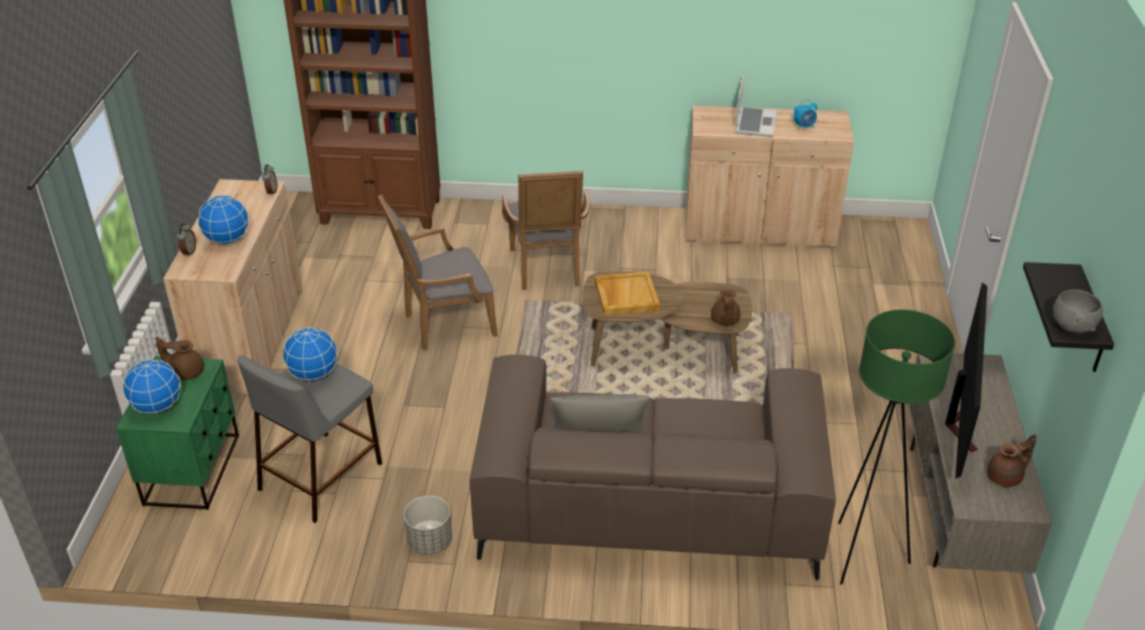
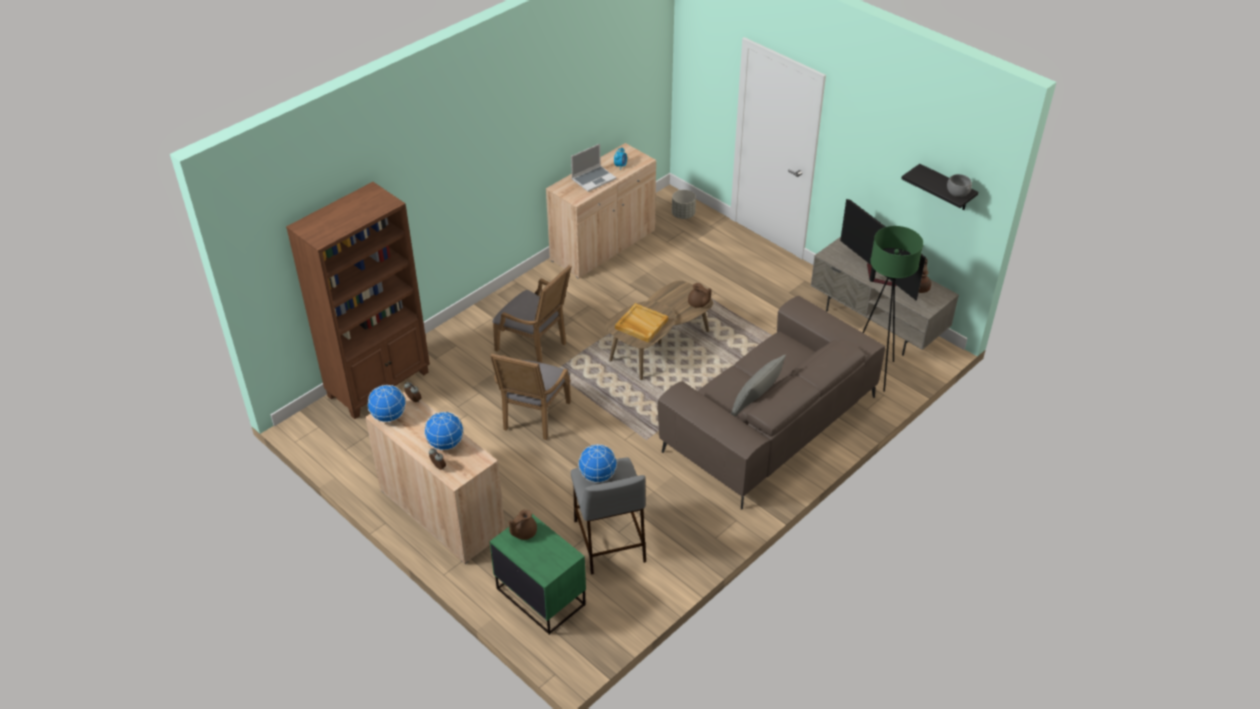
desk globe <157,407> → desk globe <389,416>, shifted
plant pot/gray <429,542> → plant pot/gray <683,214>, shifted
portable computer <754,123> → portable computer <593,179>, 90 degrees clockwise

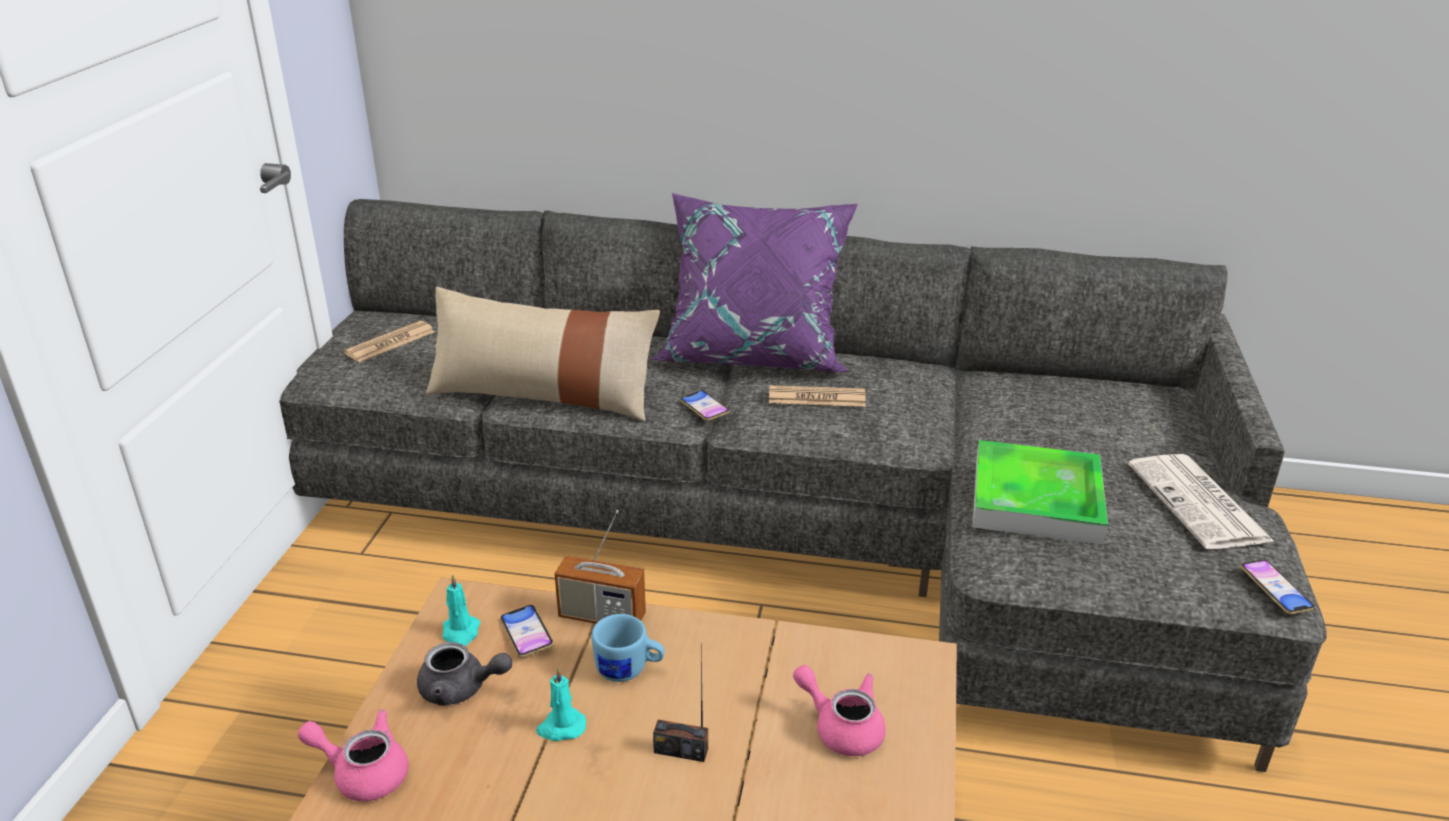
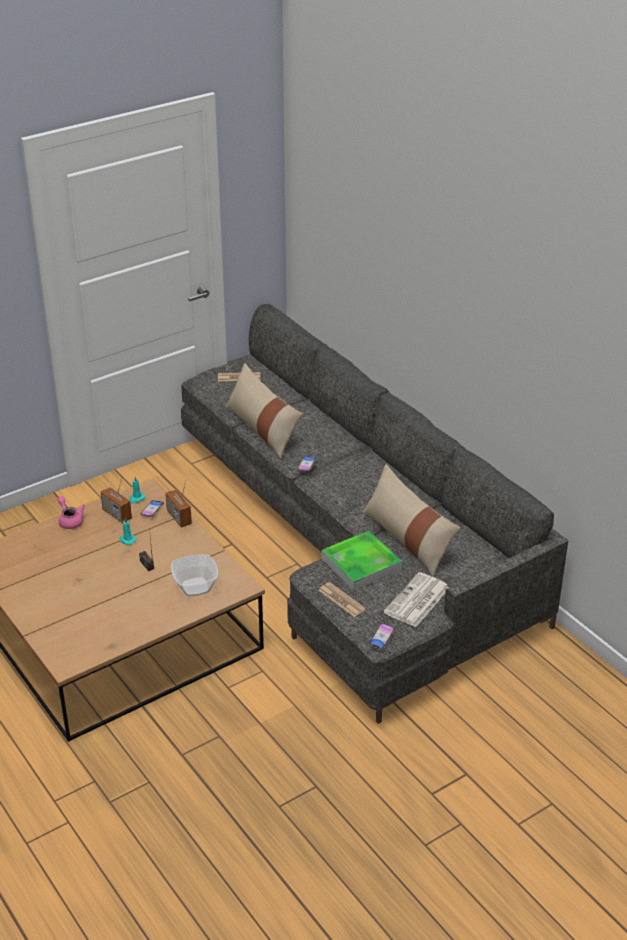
tea mug/blue <629,670> → -
throw pillow/purple <754,352> → -
- → throw pillow/beige <408,539>
newspaper <816,398> → newspaper <341,600>, shifted
pot for tea/gray <461,689> → radio set <117,514>
pot for tea/pink-coloured <841,727> → bowl <195,587>

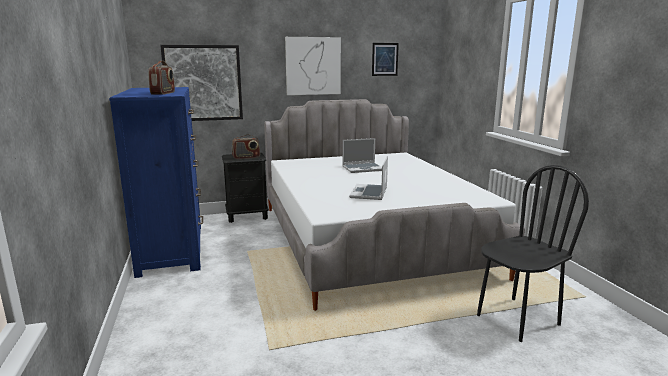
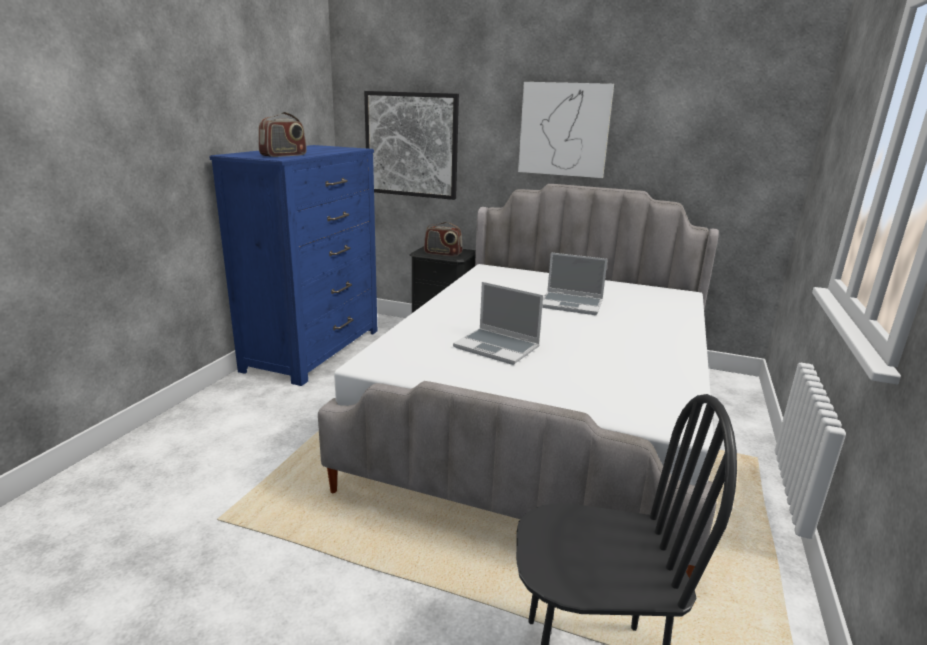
picture <385,59> → -
portable computer <369,193> → portable computer <498,347>, 105 degrees counterclockwise

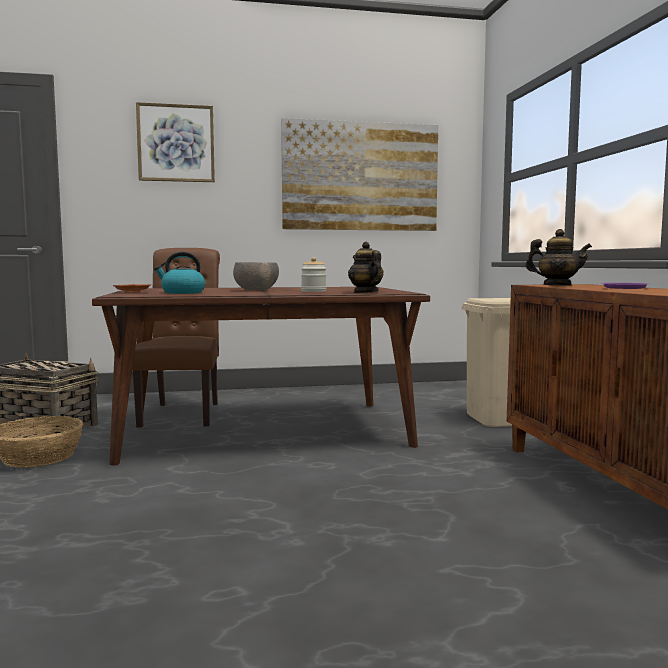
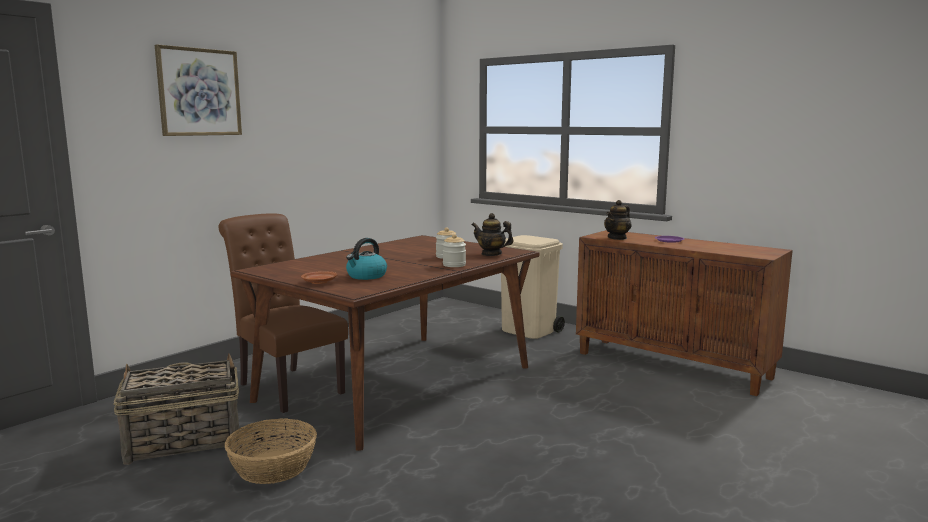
bowl/gray <256,290> → -
picture <360,177> → -
- → storage jar <454,265>
pot for tea <557,285> → pot for tea <617,238>, 150 degrees clockwise

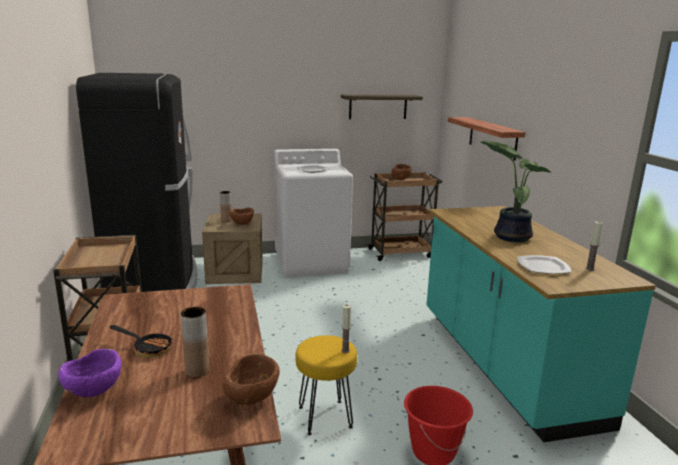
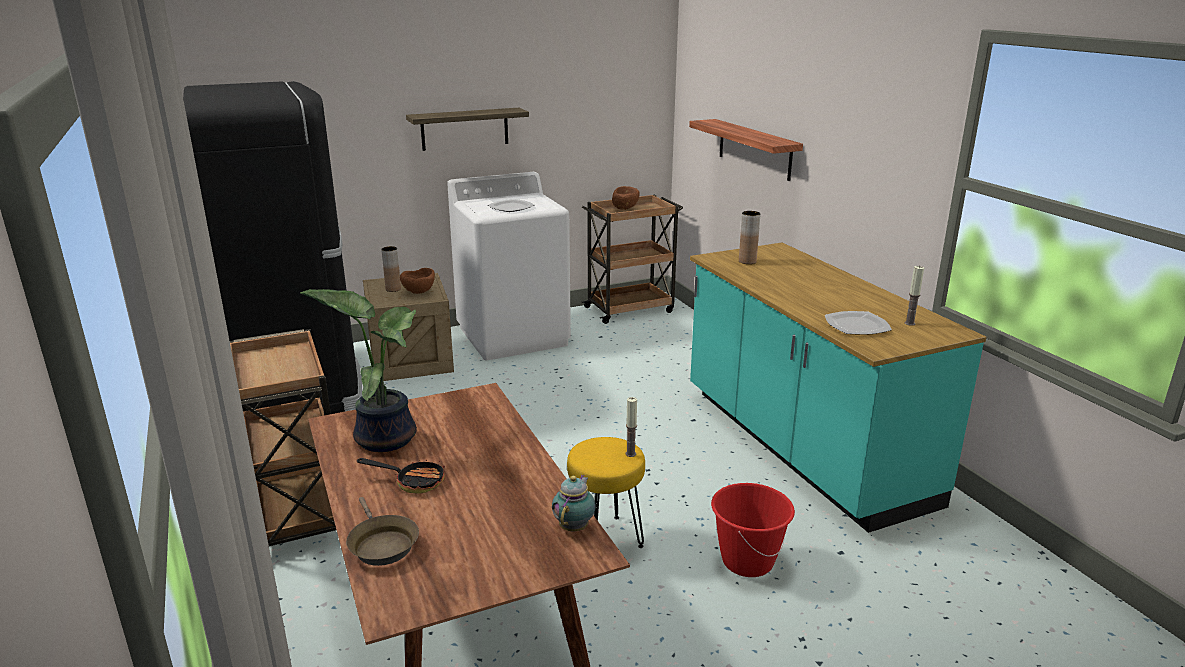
flower vase/brown <197,371> → flower vase/brown <747,261>, shifted
shelf <378,106> → shelf <465,129>, shifted
houseplant <510,236> → houseplant <384,437>, shifted
bowl/purple <94,393> → frying pan/brown <381,544>
bowl/brown <252,400> → pot for tea <575,526>

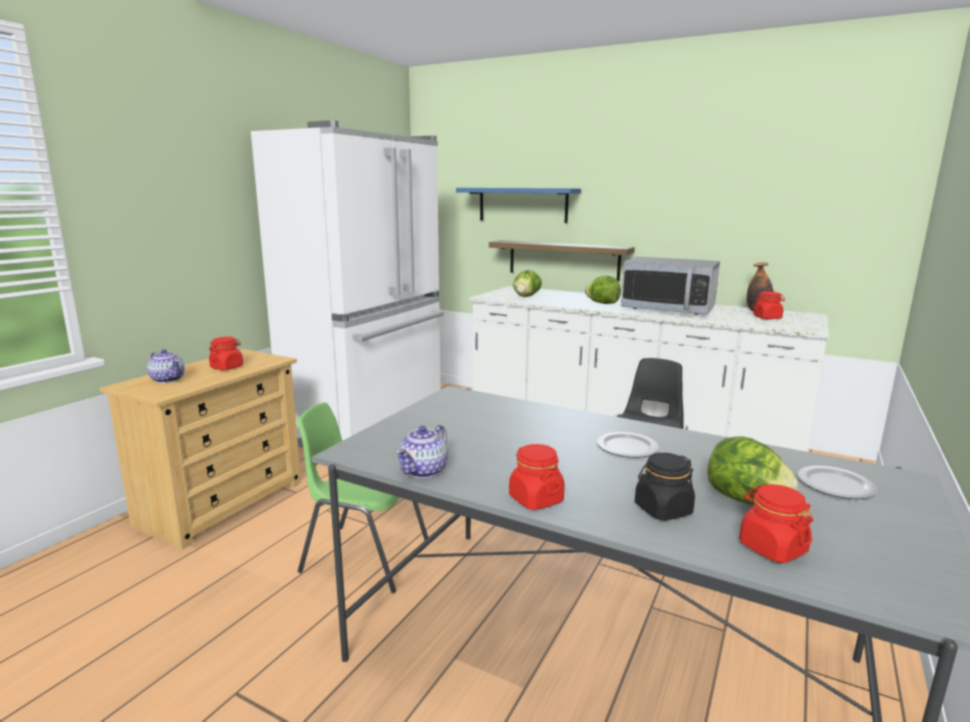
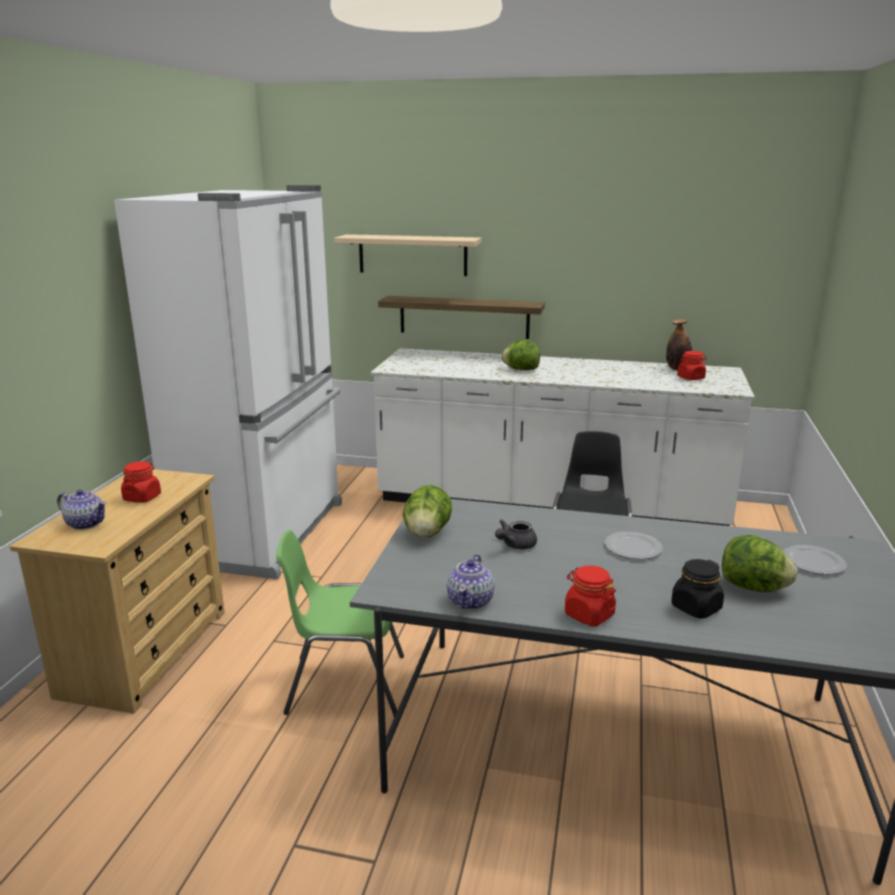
microwave <668,309> → -
storage jar/red-coloured <772,548> → -
- → pot for tea/gray <515,545>
lettuce head <526,296> → lettuce head <427,533>, shifted
shelf/blue <522,205> → shelf/beige <412,255>

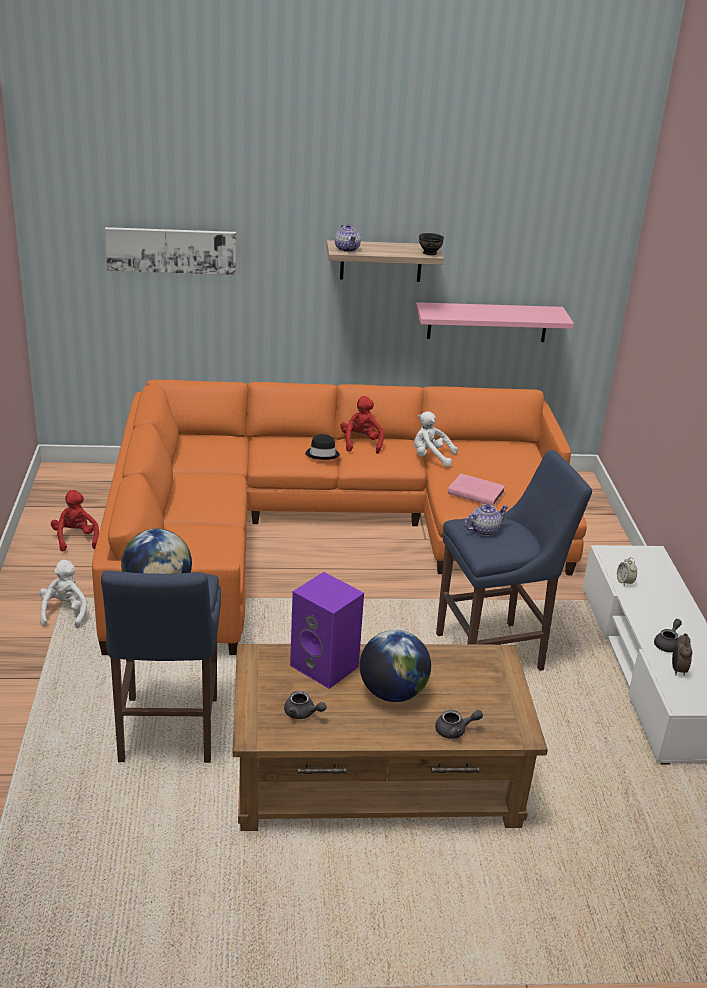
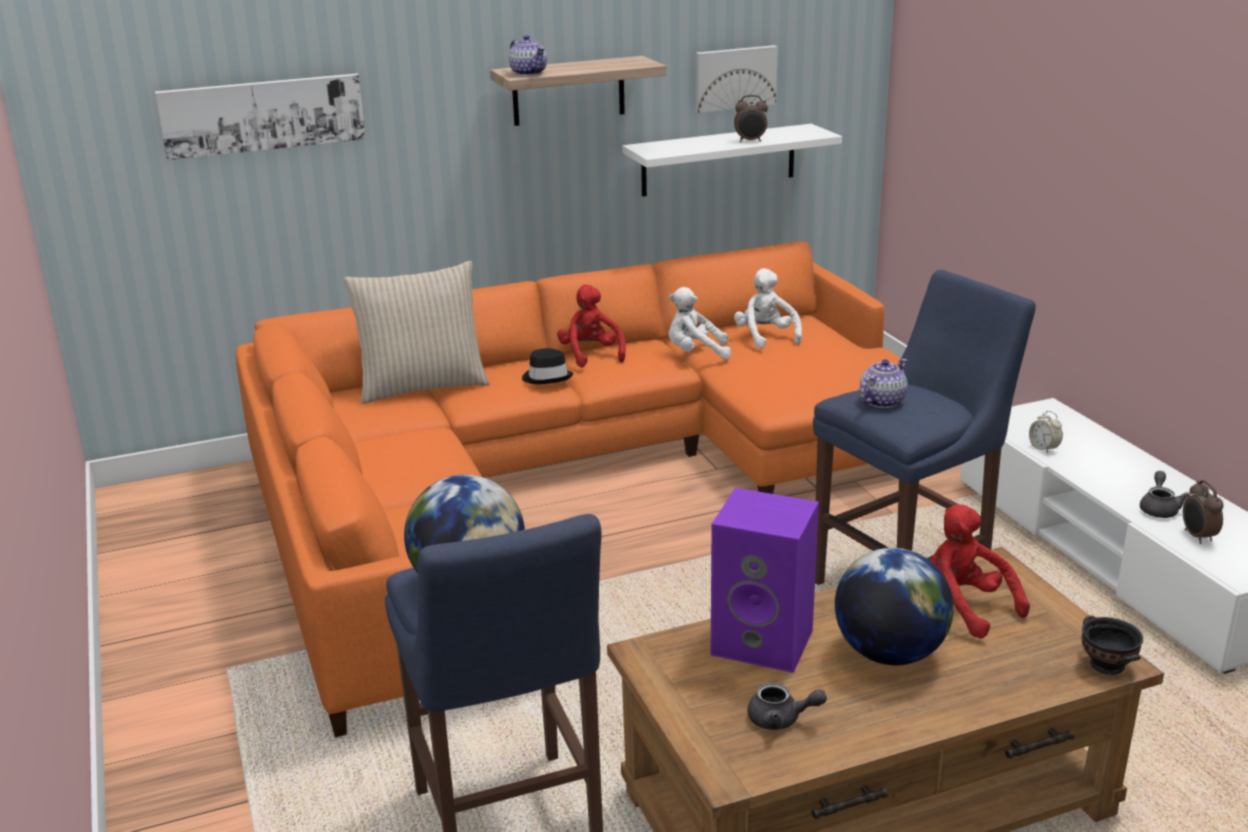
pot for tea/gray <455,731> → -
bound book/pink-coloured <474,493> → -
- → throw pillow/beige <422,386>
- → picture <734,78>
- → bedside clock <750,141>
cuddly toy/whitish <64,612> → cuddly toy/whitish <766,337>, shifted
cuddly toy/red-coloured <76,538> → cuddly toy/red-coloured <963,608>, shifted
bowl/blackish <429,253> → bowl/blackish <1107,666>, shifted
shelf/pink-coloured <487,322> → shelf/whitish <718,160>

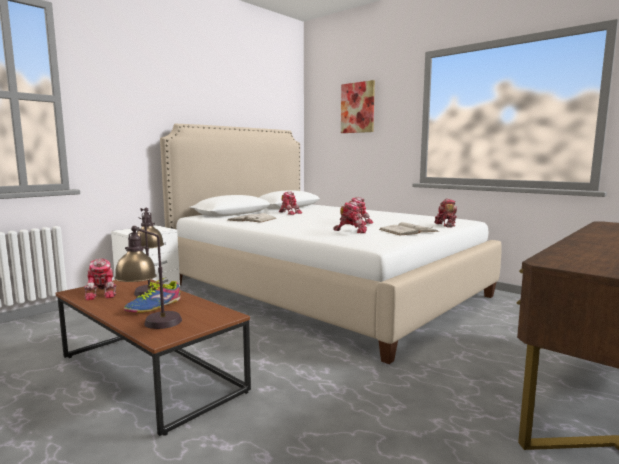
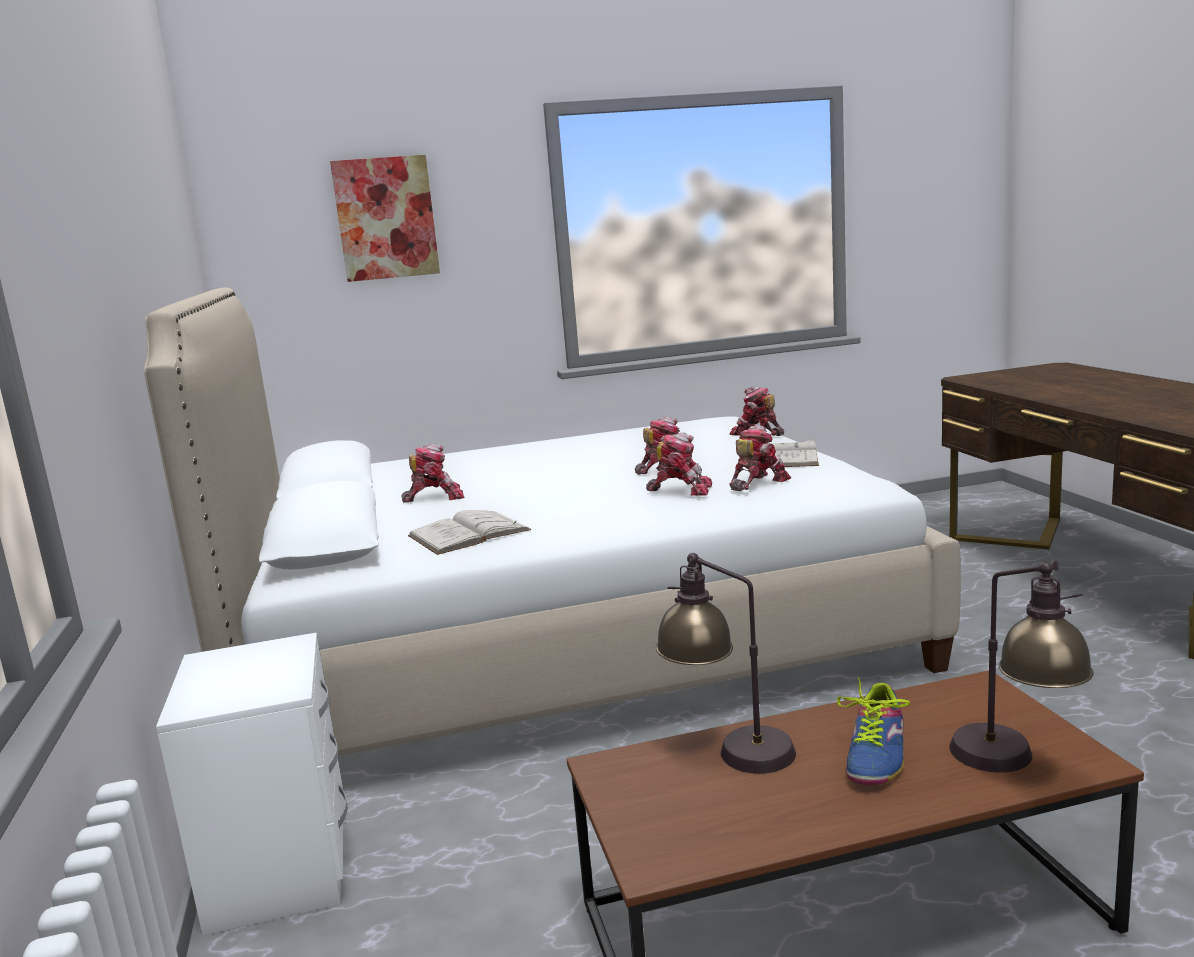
model robot <103,293> → model robot <681,489>, shifted
low shoe <154,306> → low shoe <876,753>, 45 degrees clockwise

